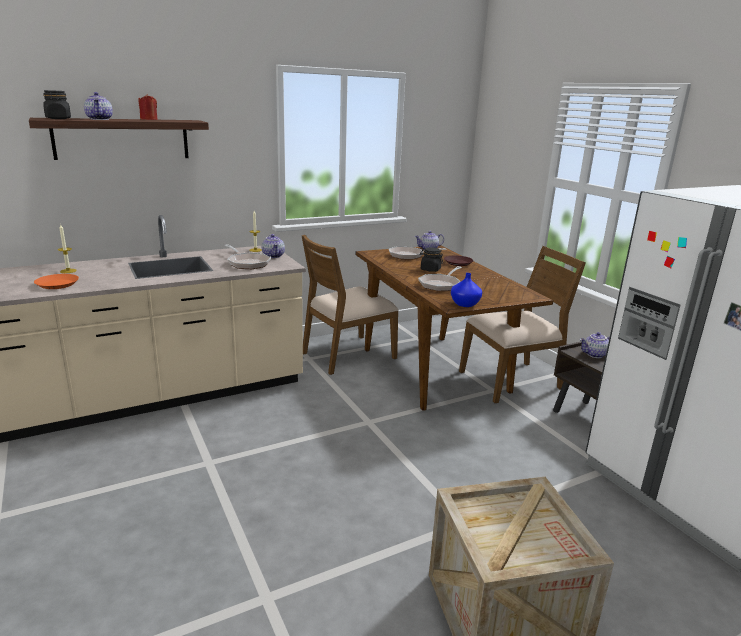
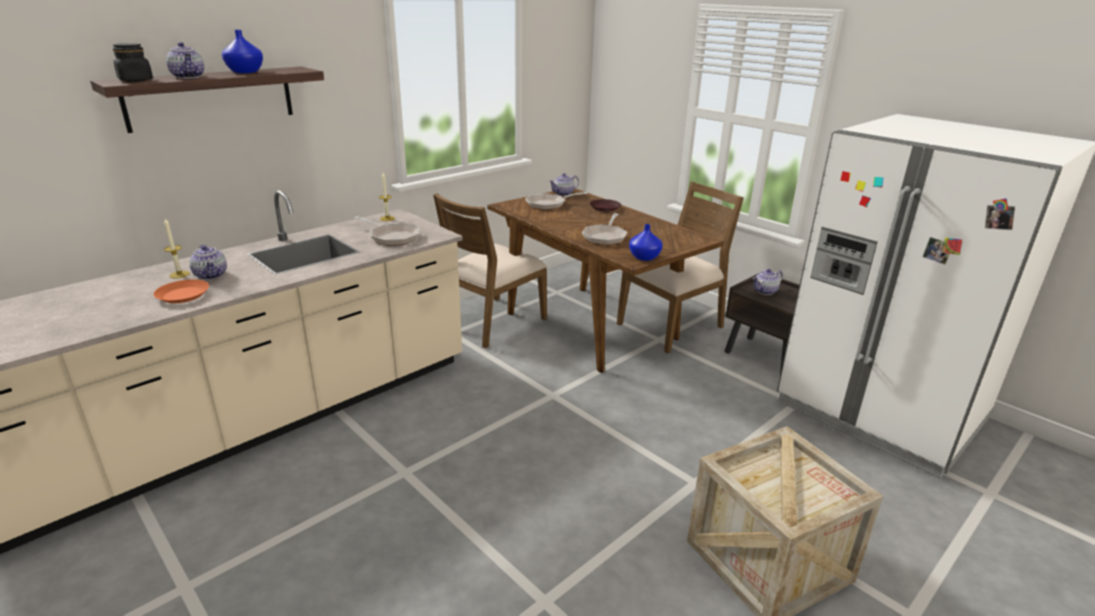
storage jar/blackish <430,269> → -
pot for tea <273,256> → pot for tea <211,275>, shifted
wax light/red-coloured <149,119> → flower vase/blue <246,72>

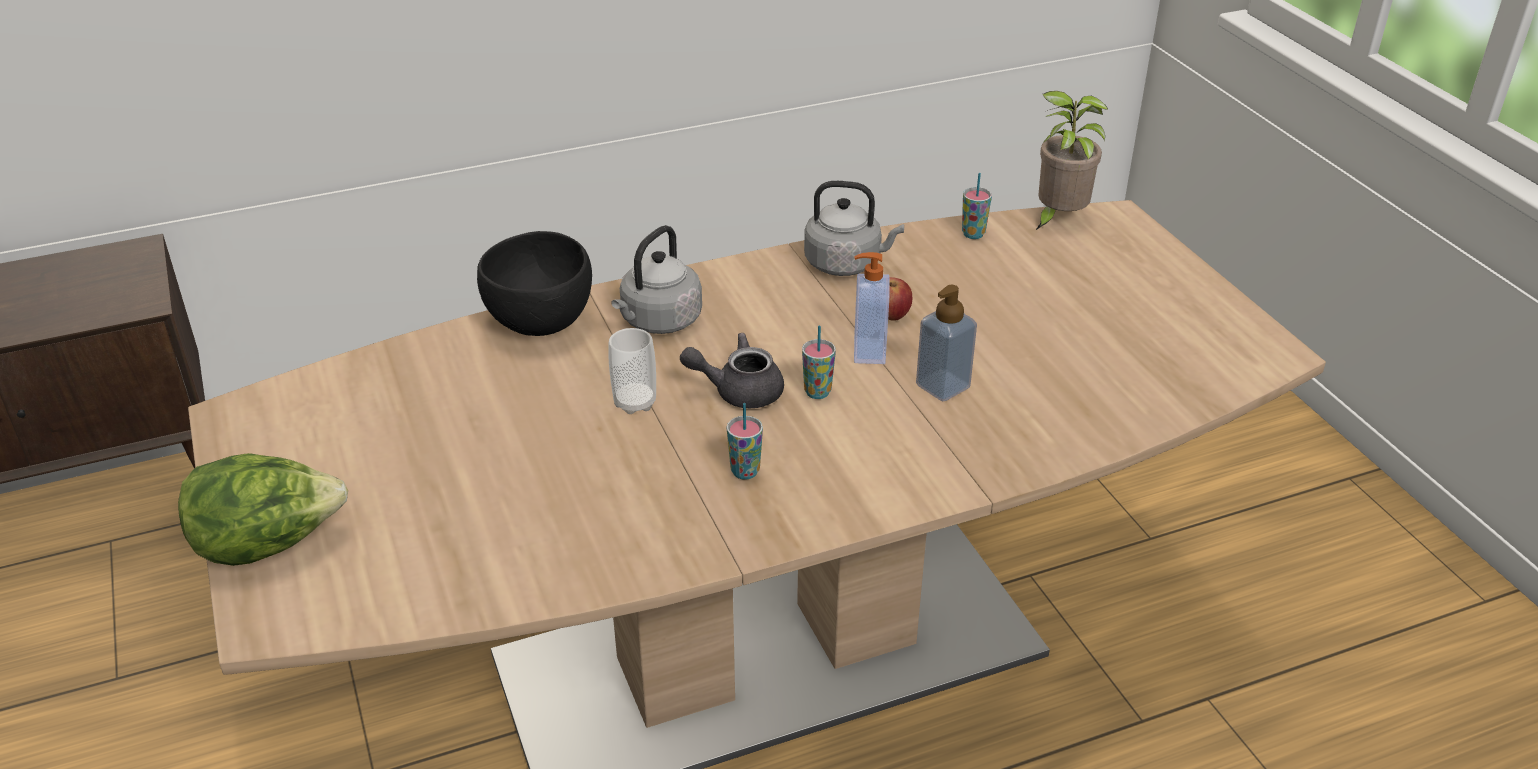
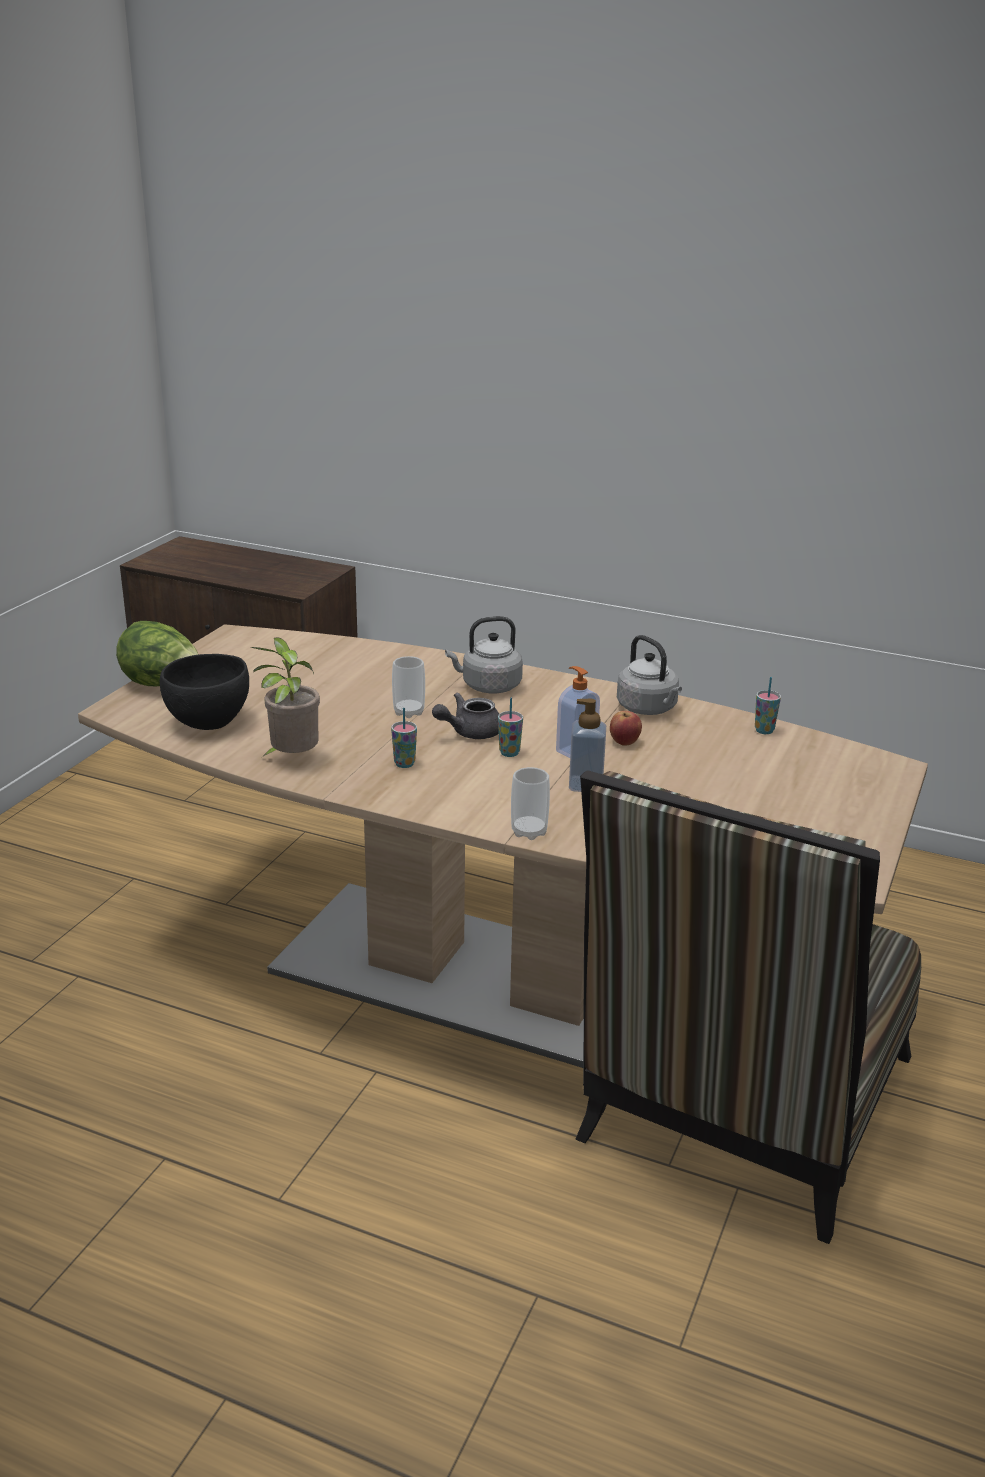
- → cup <529,832>
- → chair <740,1111>
bowl/blackish <540,323> → bowl/blackish <208,722>, shifted
houseplant <1058,219> → houseplant <292,760>, shifted
pot for tea/gray <738,391> → pot for tea/gray <469,732>, 75 degrees counterclockwise

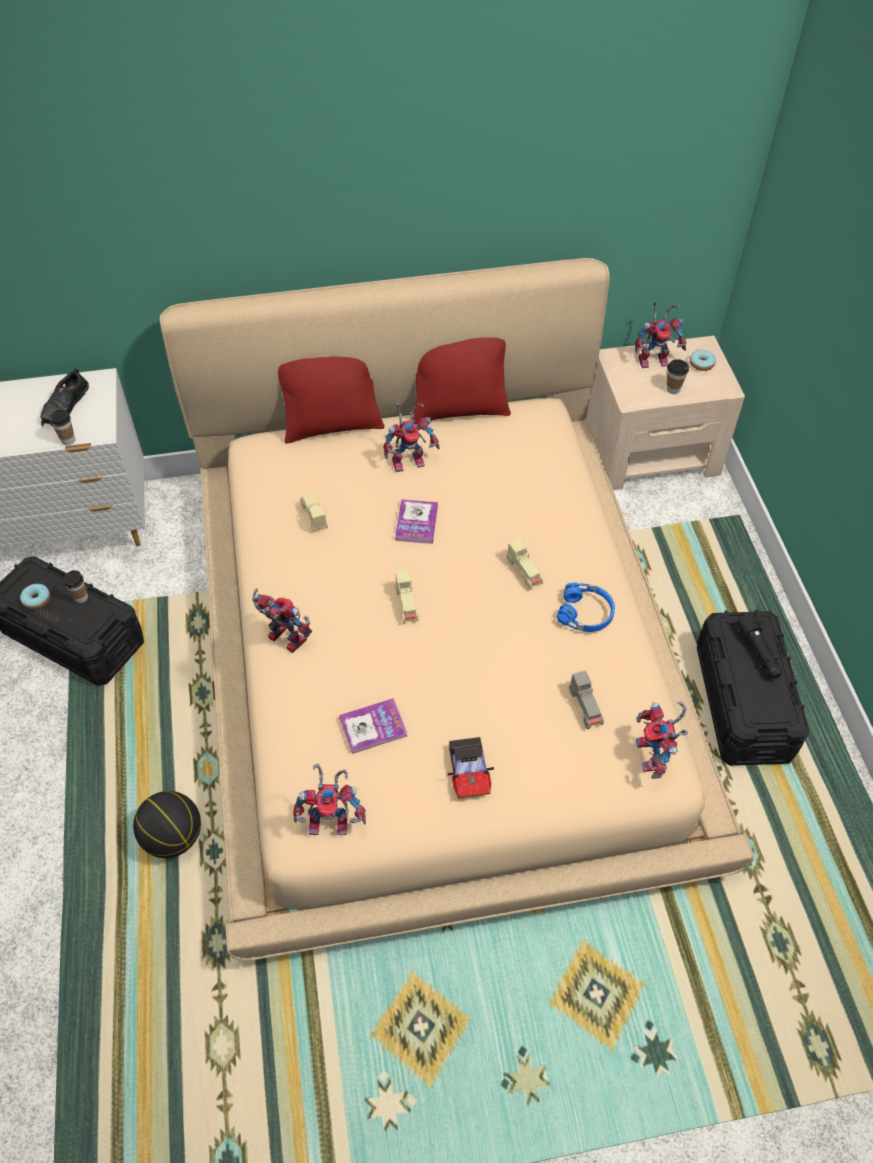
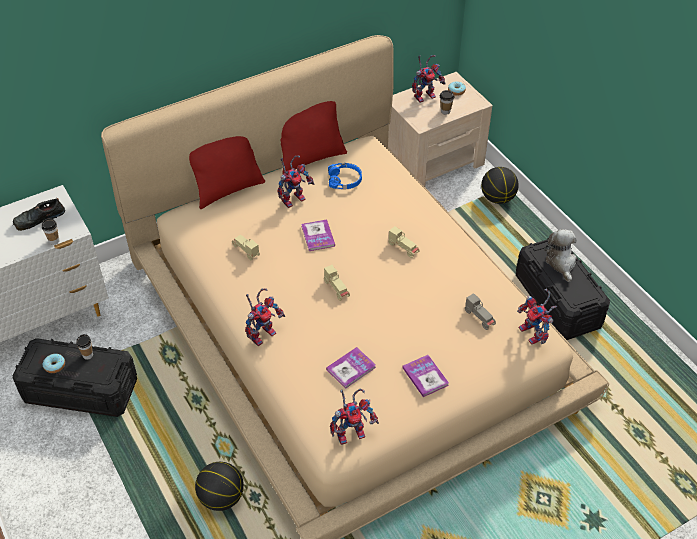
- → basketball ball <497,198>
headphones/blue <586,613> → headphones/blue <345,180>, shifted
model car <469,772> → bound book <425,376>
torch/blackish <758,652> → cuddly toy <561,262>
low shoe/blackish <65,406> → low shoe/blackish <39,219>, 60 degrees clockwise
model robot <282,639> → model robot <263,333>, 120 degrees clockwise

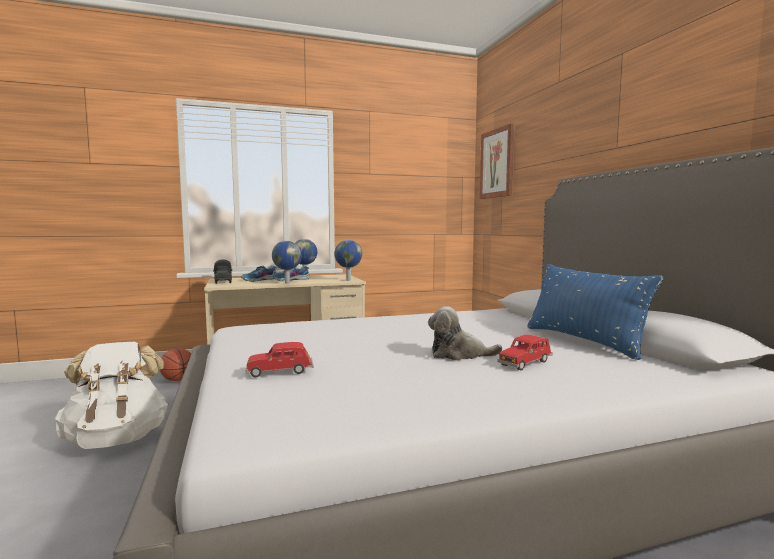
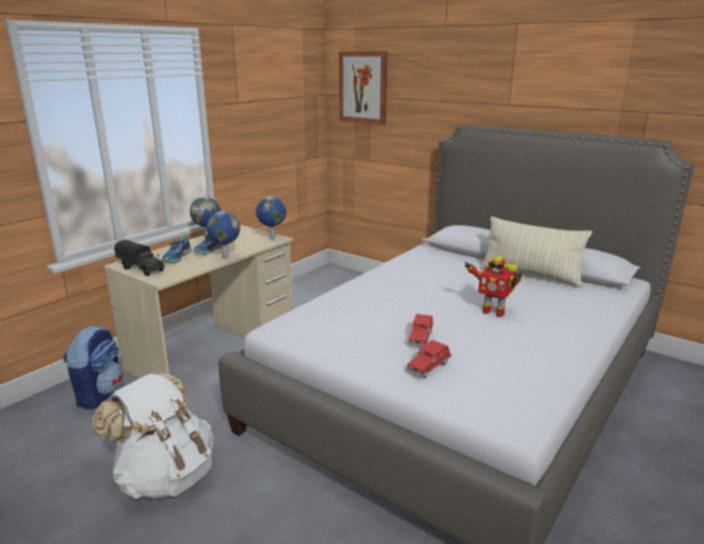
model car/red-coloured <525,363> → model car/red-coloured <420,338>, shifted
basketball ball <177,380> → backpack <100,394>
cuddly toy <459,354> → model robot <493,312>
throw pillow/blue <583,341> → throw pillow/beige <530,275>

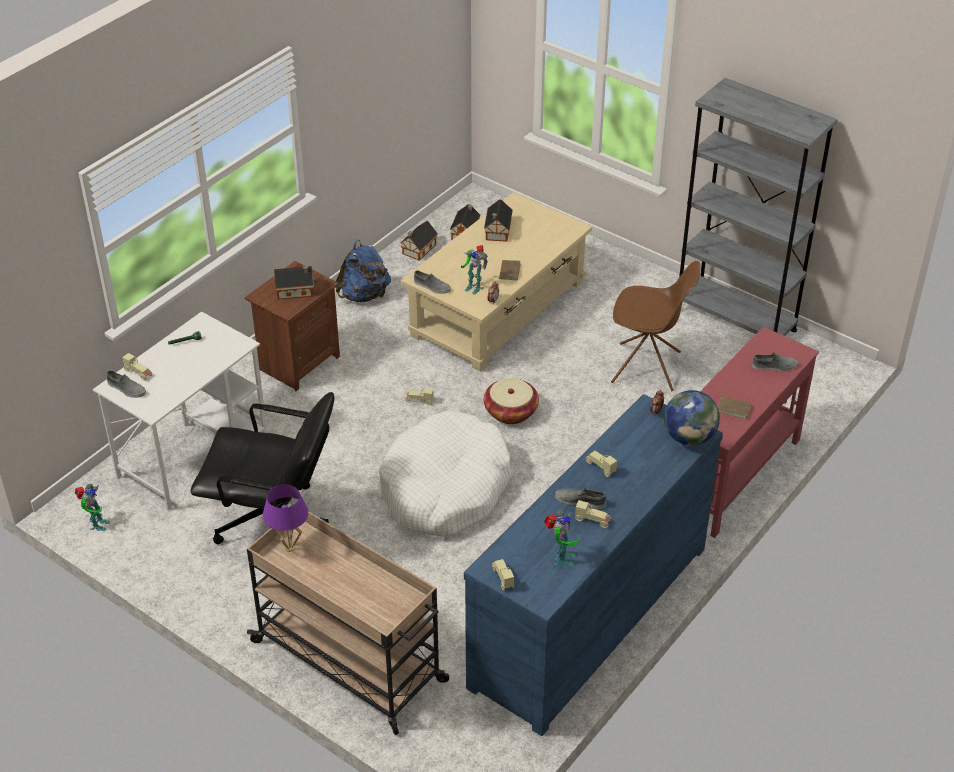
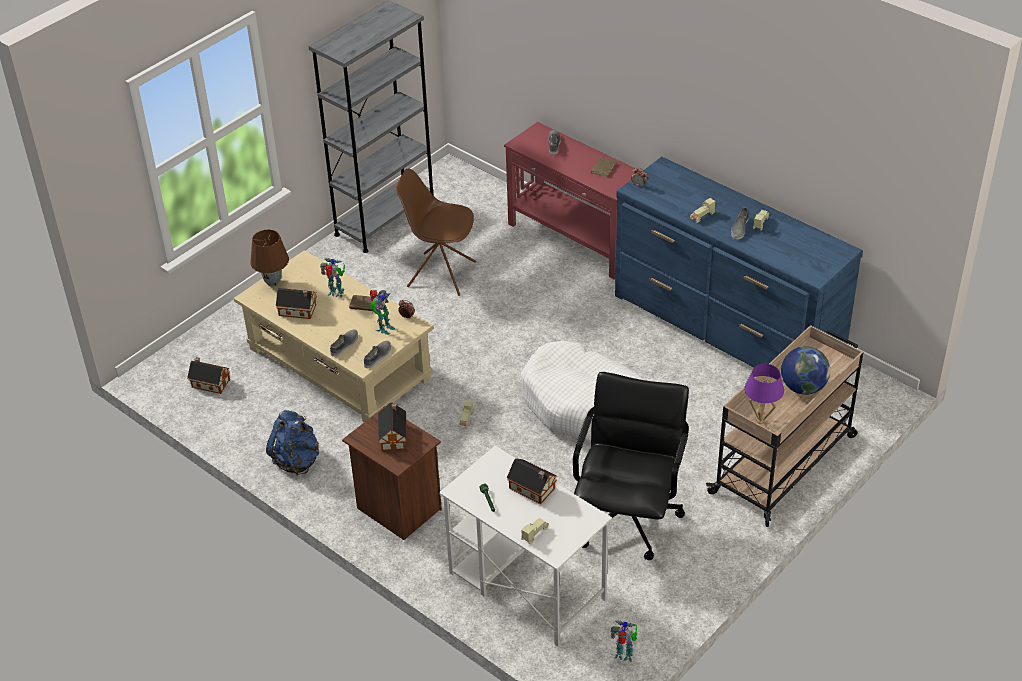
household basket <511,412> → -
model car/beige <502,578> → -
- → tabletop lamp/brown <273,282>
low shoe/gray <126,389> → low shoe/gray <345,345>, shifted
miniature house <418,250> → miniature house <533,489>, shifted
model robot <561,558> → model robot <336,293>, shifted
desk globe <689,437> → desk globe <803,387>, shifted
chair/brown <648,367> → chair/brown <440,274>, 90 degrees counterclockwise

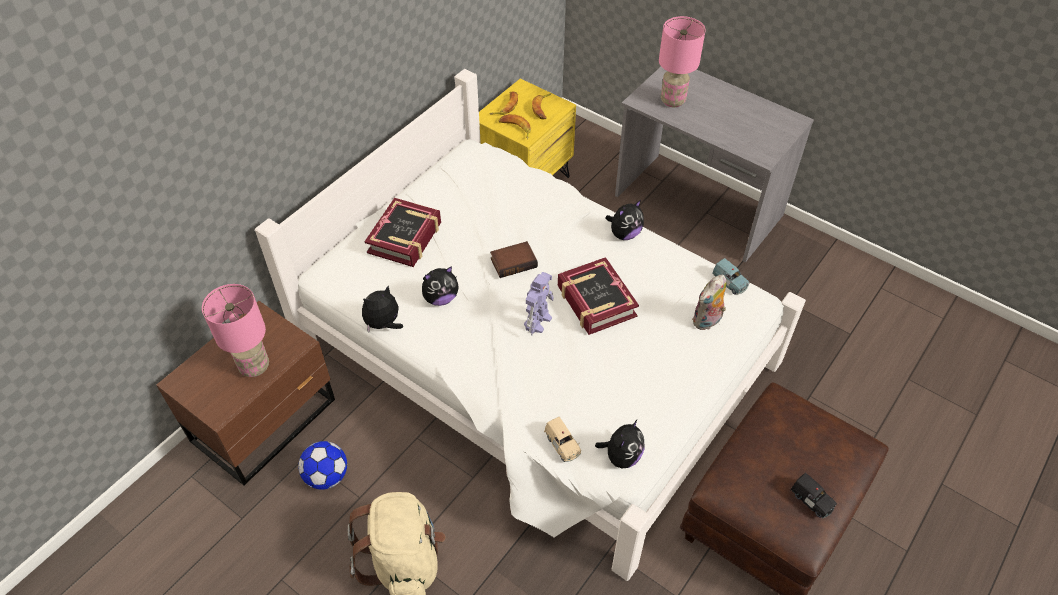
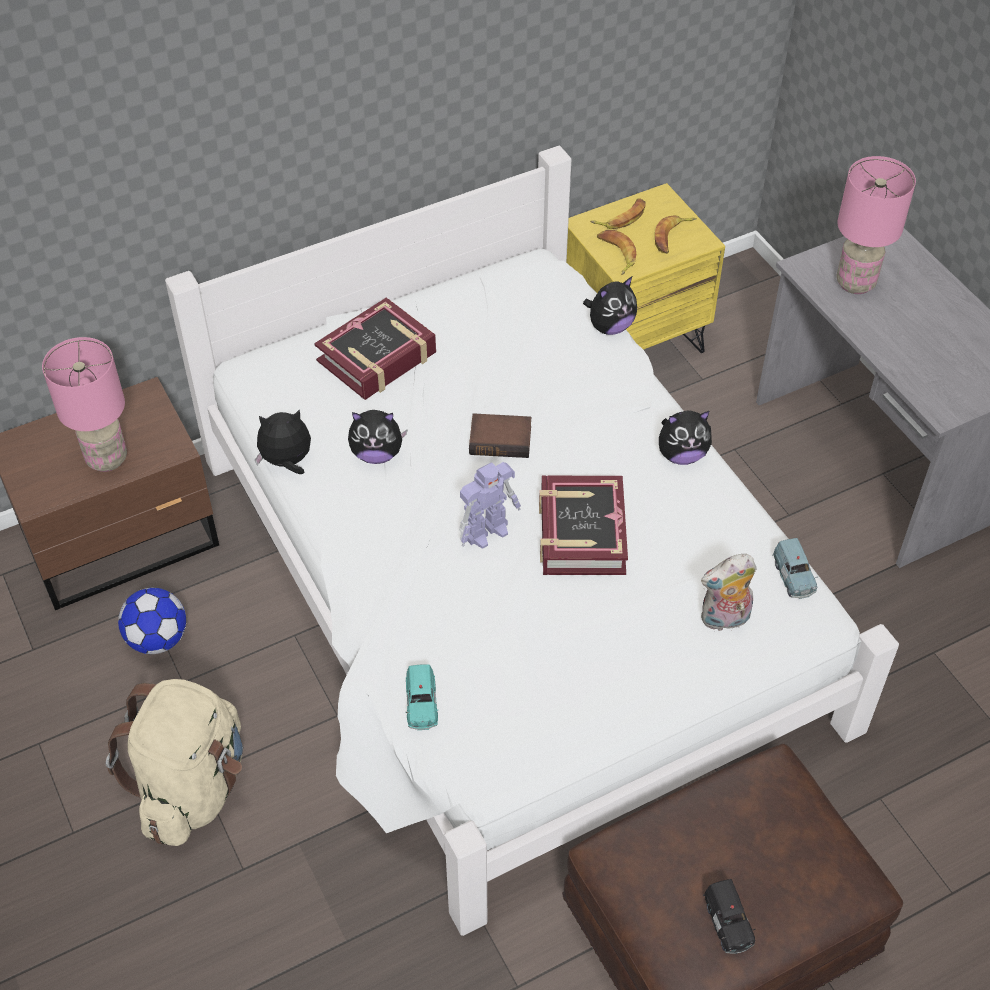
cuddly toy <621,456> → cuddly toy <610,326>, shifted
model car/beige <562,445> → model car/turquoise <421,705>

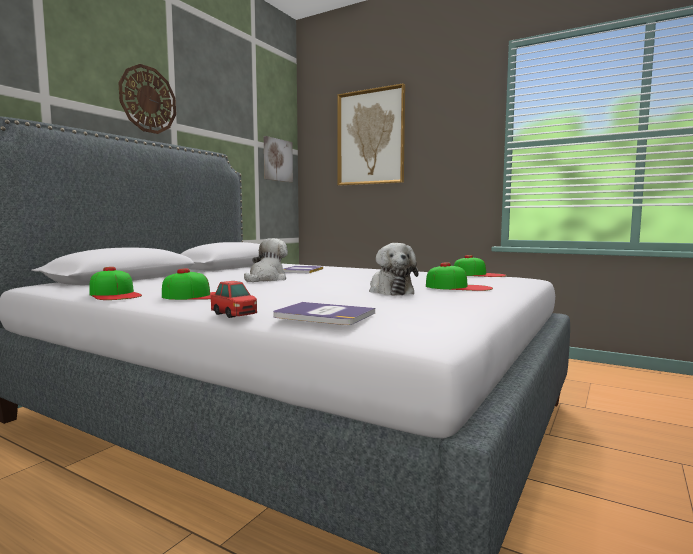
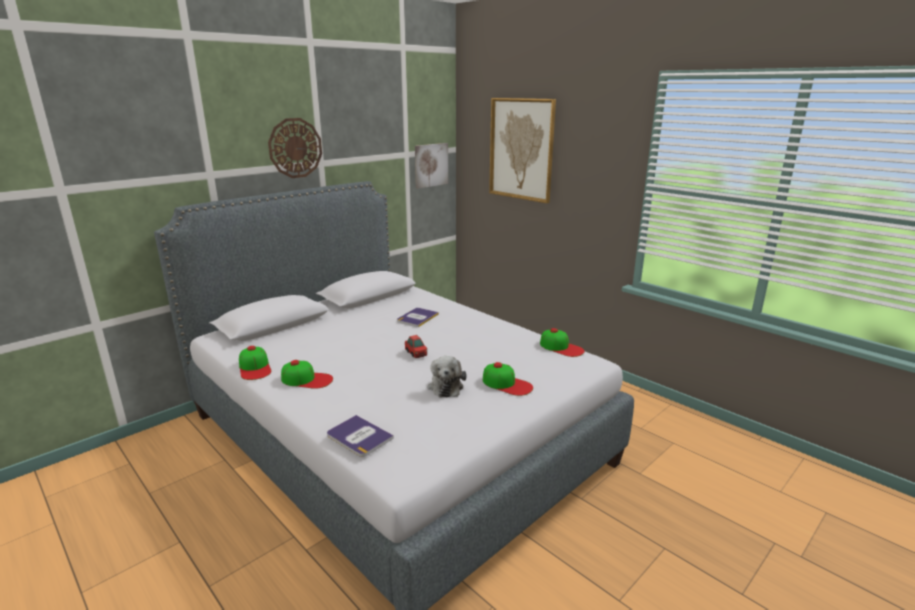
cuddly toy <266,279> → -
model car <234,314> → model car <416,353>, shifted

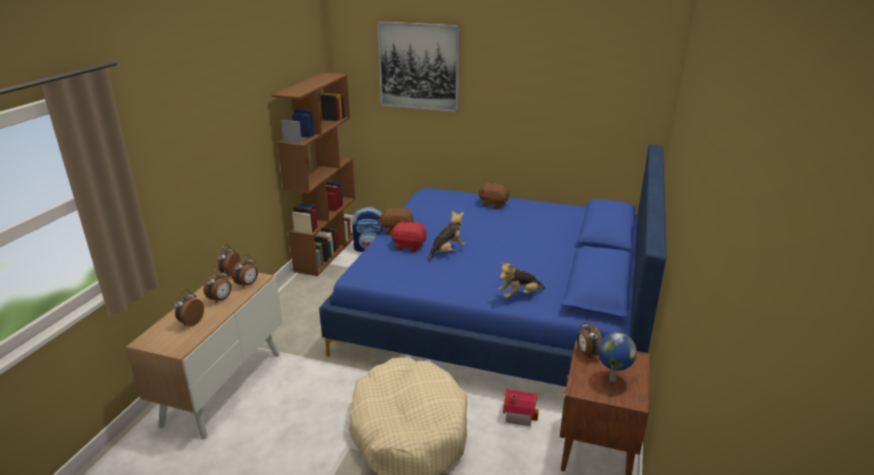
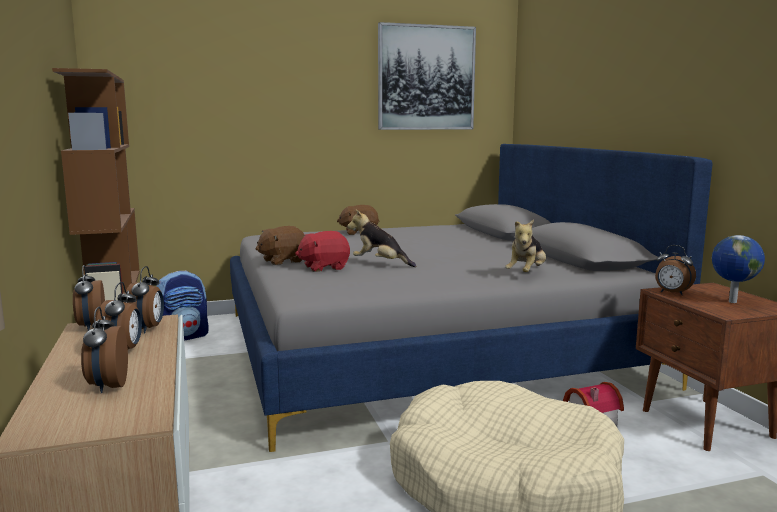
picture <419,66> → picture <426,78>, shifted
sleeping bed/blue <500,308> → sleeping bed/gray <425,347>
cuddly toy <447,251> → cuddly toy <380,263>, 75 degrees counterclockwise

